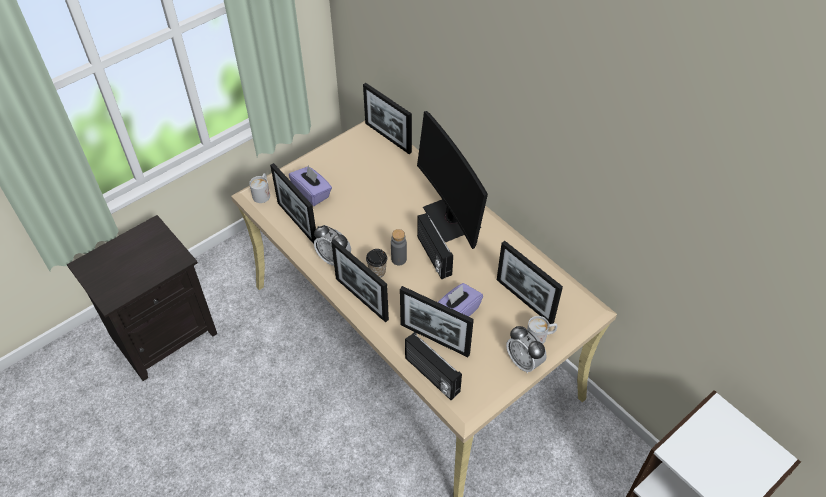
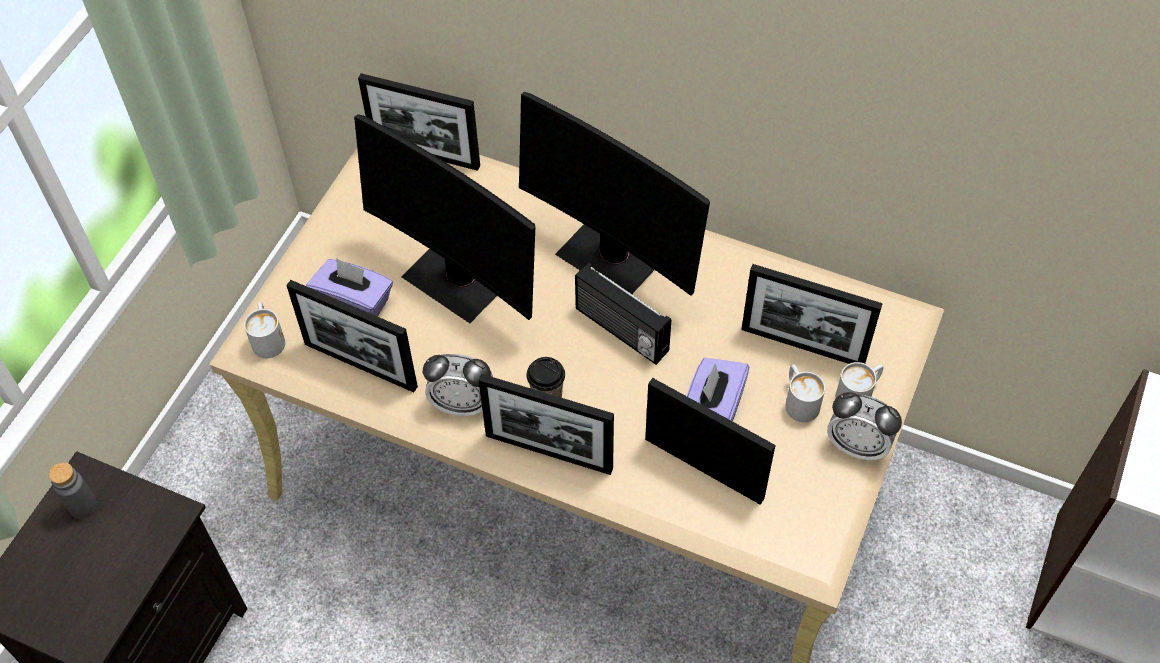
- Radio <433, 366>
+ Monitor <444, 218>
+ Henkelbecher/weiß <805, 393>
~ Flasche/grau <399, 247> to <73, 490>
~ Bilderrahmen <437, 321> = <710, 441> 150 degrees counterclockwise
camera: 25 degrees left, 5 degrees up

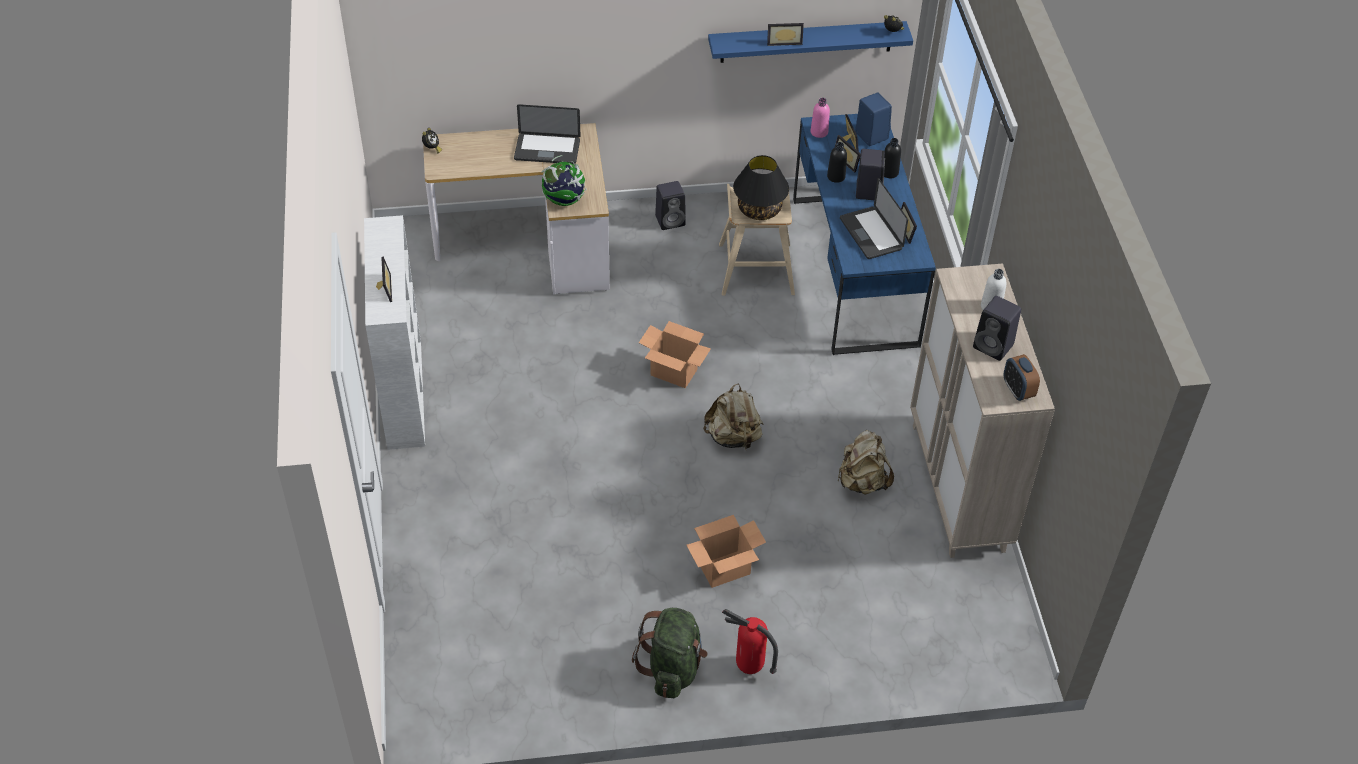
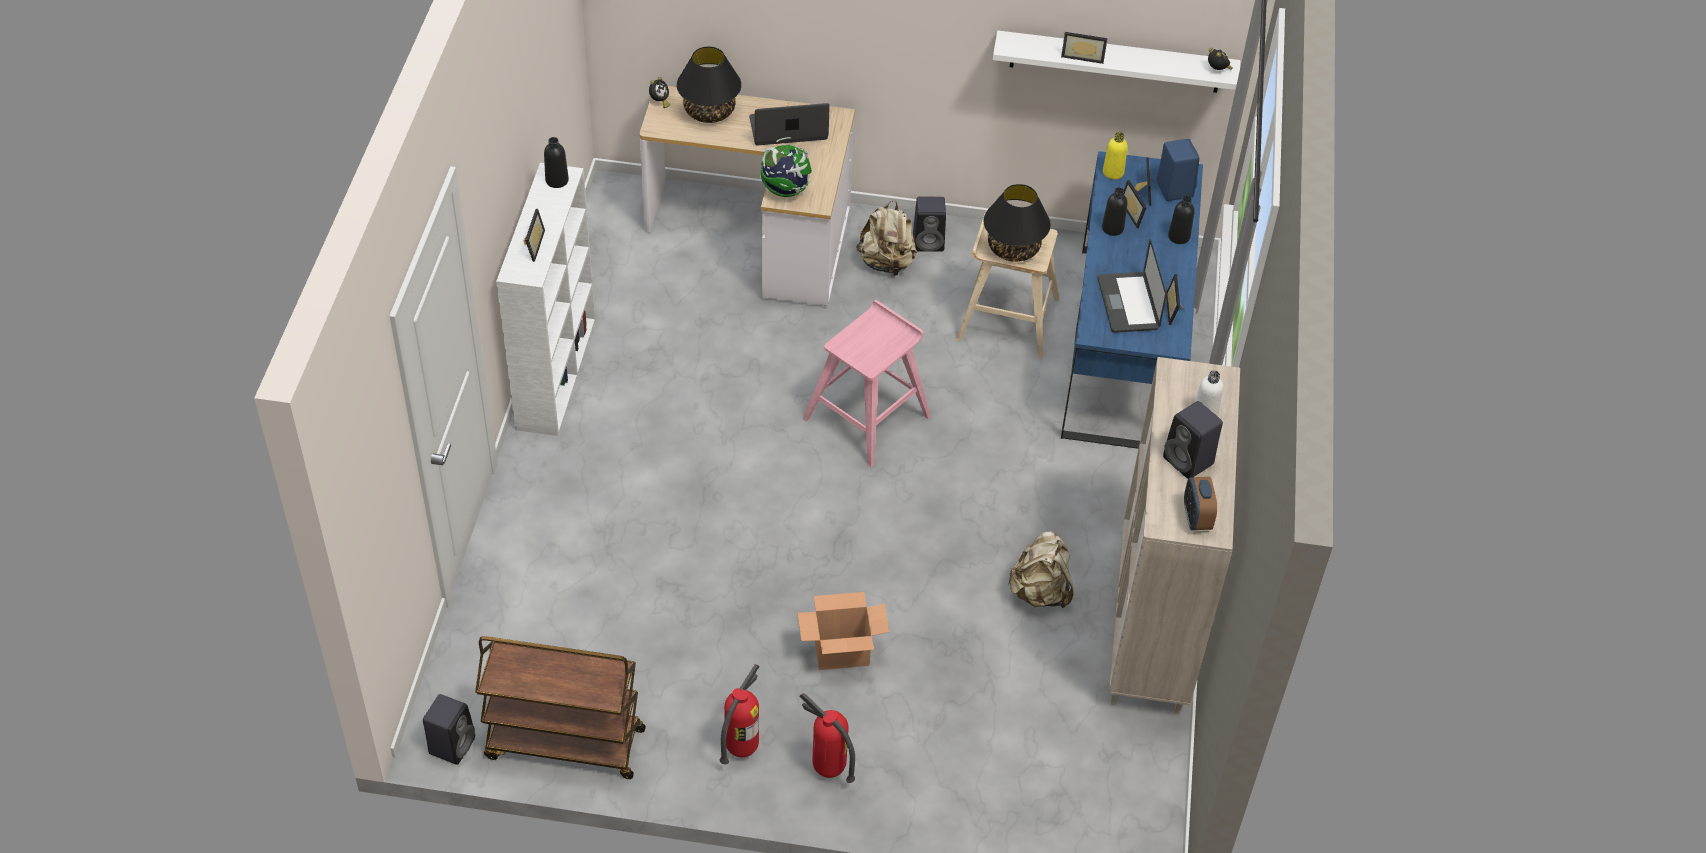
+ Rollwagen/braun <560, 707>
+ Flasche/schwarz <556, 162>
+ Tischlampe/schwarz <709, 85>
~ Rucksack/beige <733, 417> to <886, 238>
~ Lautsprecher/schwarz <870, 174> to <449, 729>
~ Rucksack/grün <670, 653> to Feuerlöscher <740, 714>
~ Karton <675, 354> to Hocker/rosa <867, 383>
~ Wandregal/blau <810, 42> to Wandregal/weiß <1116, 61>
~ Flasche/rosa <820, 118> to Flasche/gelb <1115, 156>
~ Laptop <547, 134> = <789, 124> 150 degrees clockwise
camera: 15 degrees right, 0 degrees up

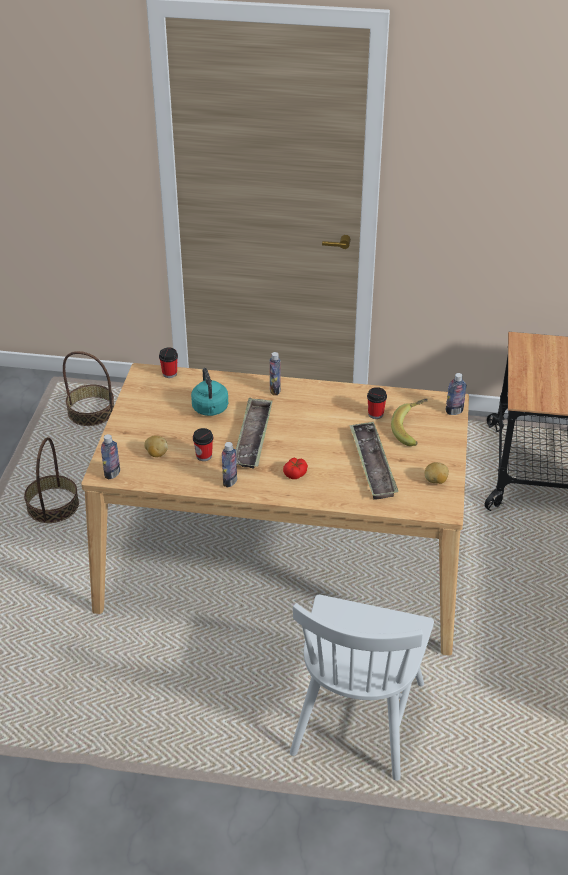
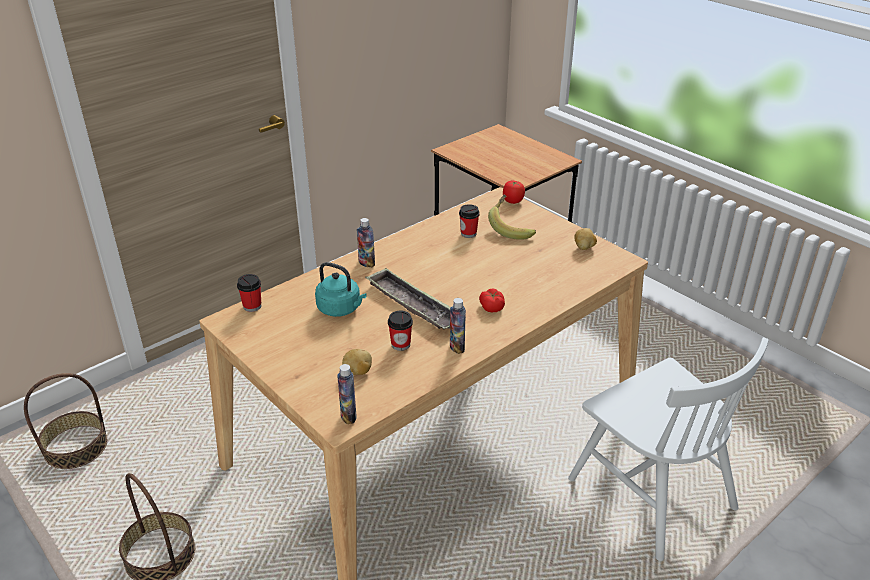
- Tablett <374, 460>
~ Flasche <456, 394> to Tomate <514, 192>
camera: 50 degrees left, 5 degrees down

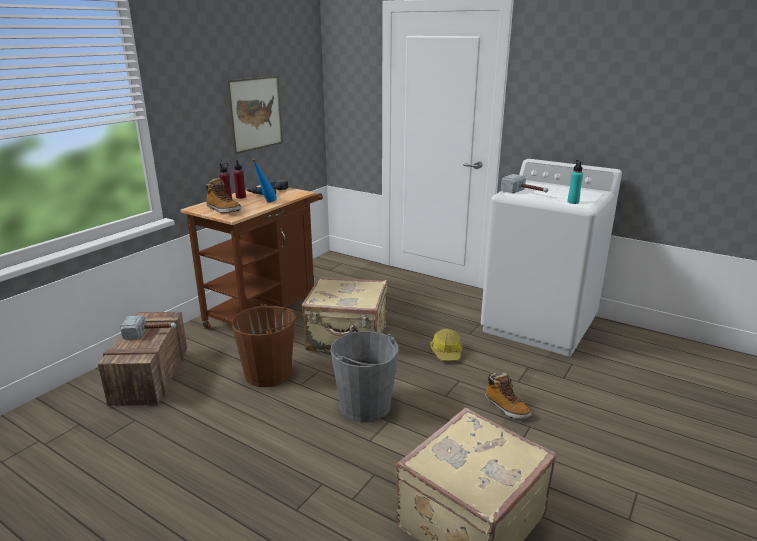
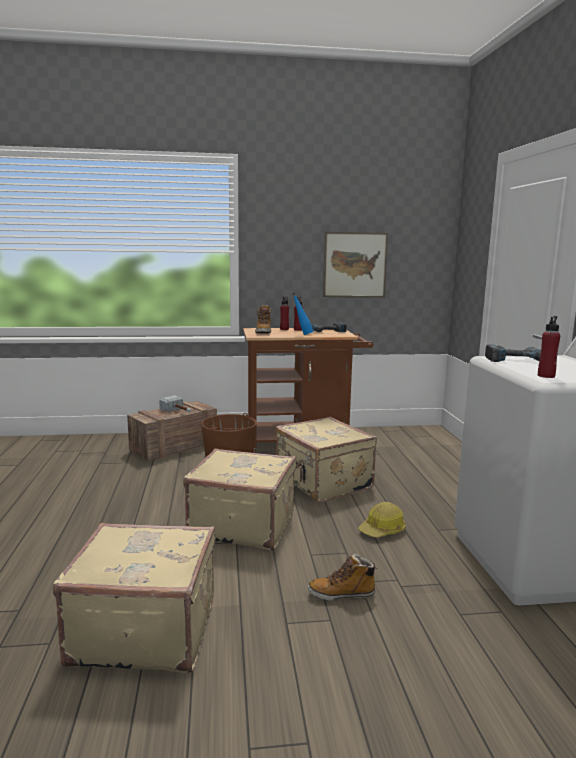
~ Eimer/grau <365, 376> to Koffer/beige <239, 499>
~ Hammer <524, 183> to Bohrmaschine <513, 353>
~ Flasche/türkis <575, 182> to Flasche/rot <549, 347>
~ Stiefel <508, 395> = <342, 577> 75 degrees clockwise
camera: 50 degrees right, 10 degrees down

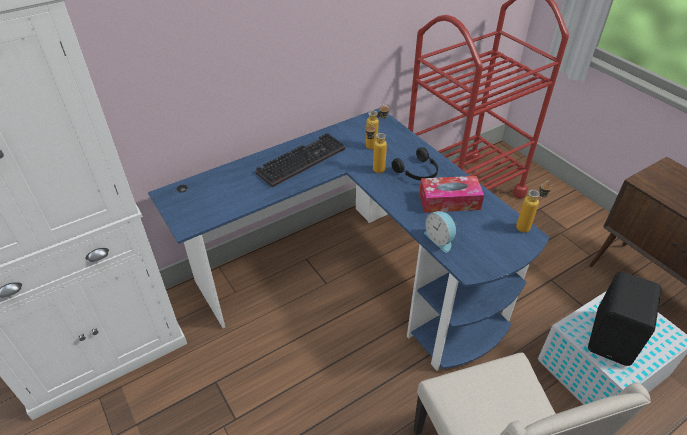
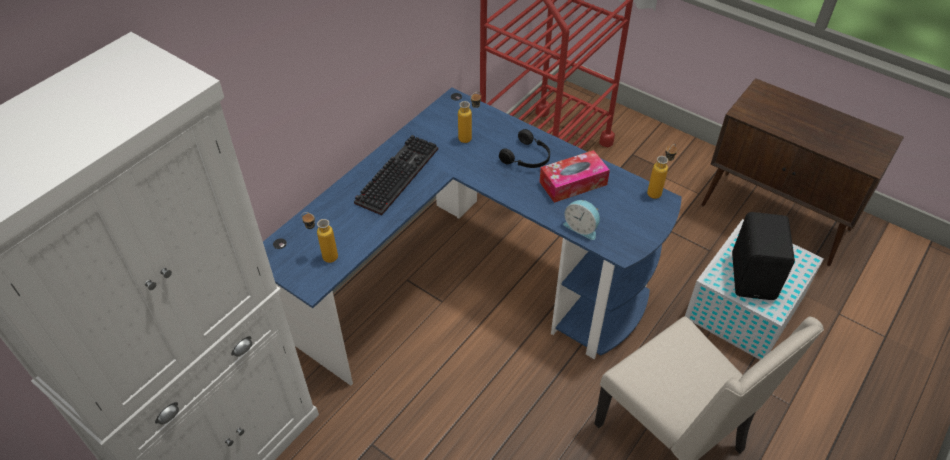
~ Flasche <376, 148> to <320, 237>
camera: 20 degrees left, 5 degrees up

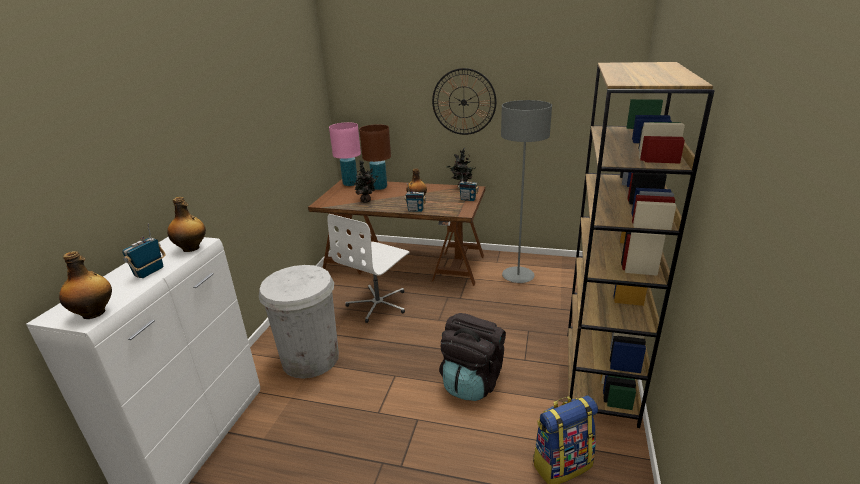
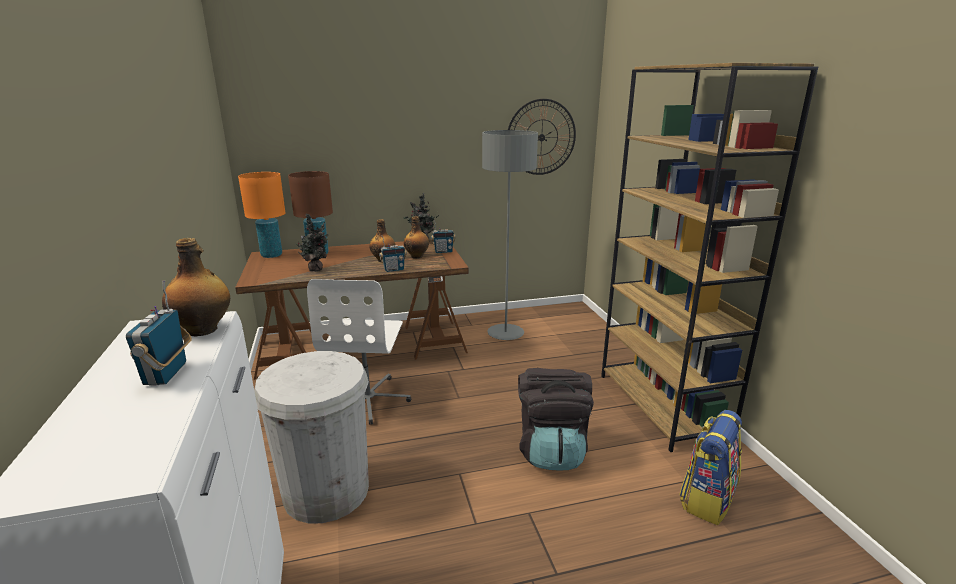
~ Flasche <85, 285> to <416, 237>
~ Wanduhr <464, 101> to <542, 137>
~ Tischlampe/rosa <345, 154> to Tischlampe/orange <261, 215>
camera: 30 degrees left, 5 degrees down

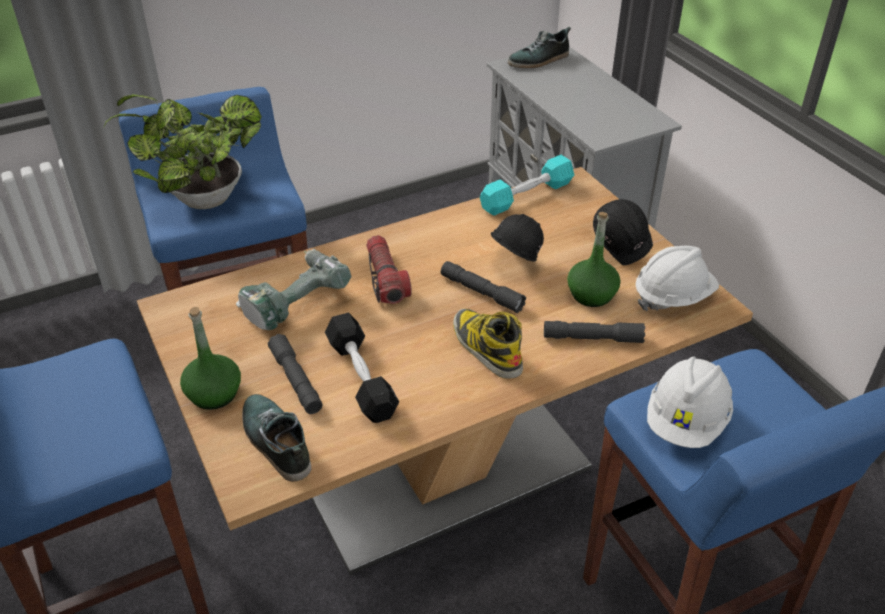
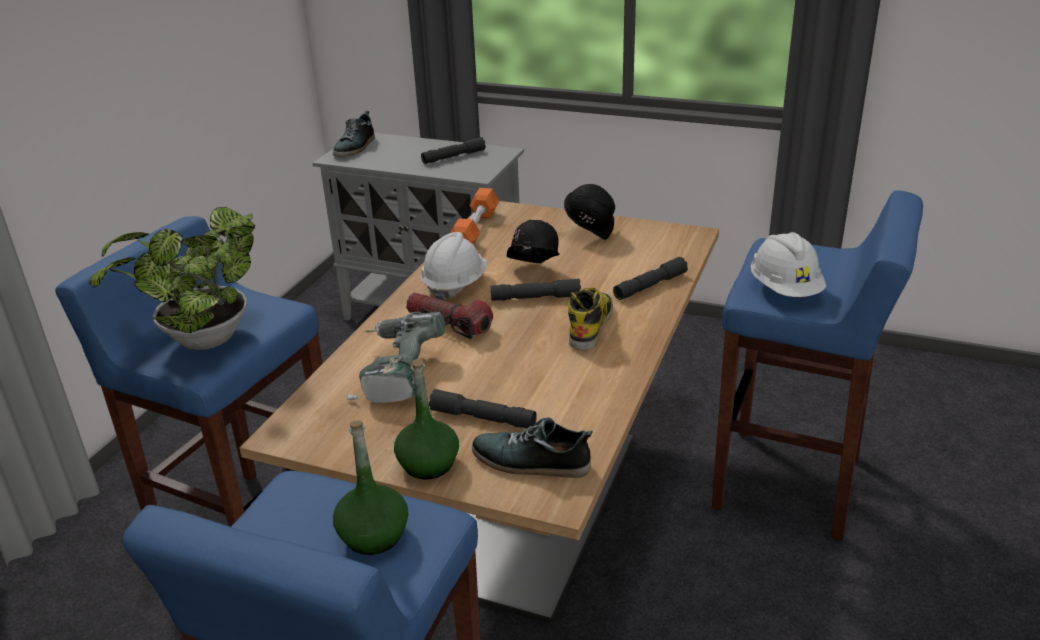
- Hantel/schwarz <362, 368>
+ Taschenlampe/grau <453, 150>
~ Flasche/grün <594, 259> to <370, 487>
~ Schutzhelm/weiß <677, 278> to <454, 266>
~ Hantel/türkis <527, 185> to Hantel/orange <475, 216>
~ Stiefel <488, 344> = <590, 319> 90 degrees clockwise
camera: 40 degrees left, 10 degrees down

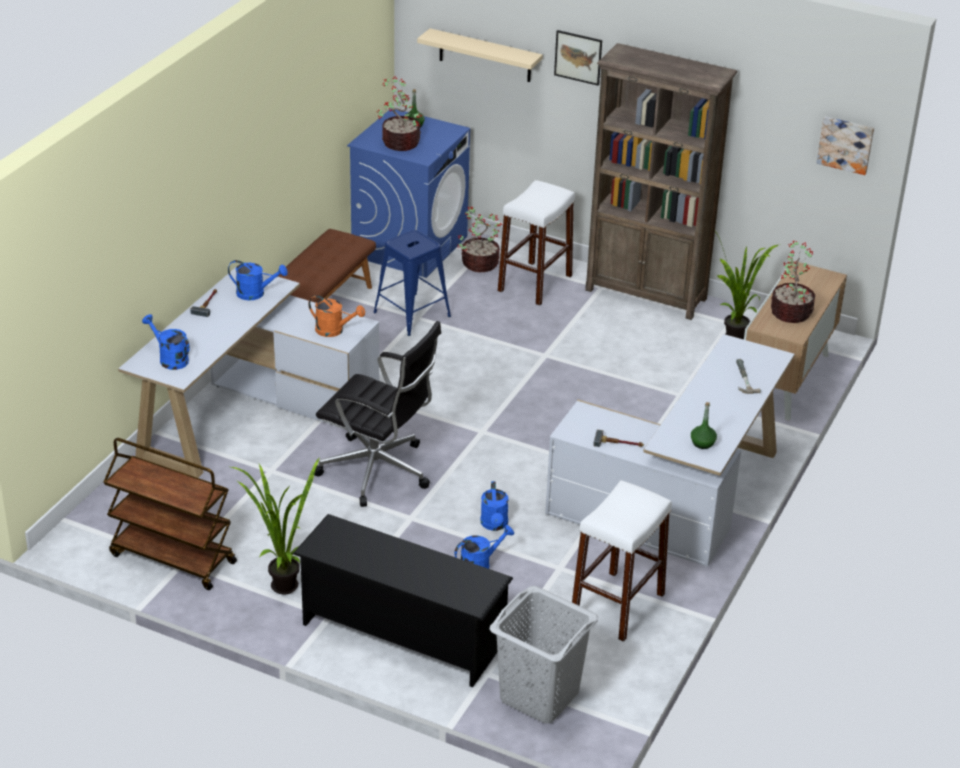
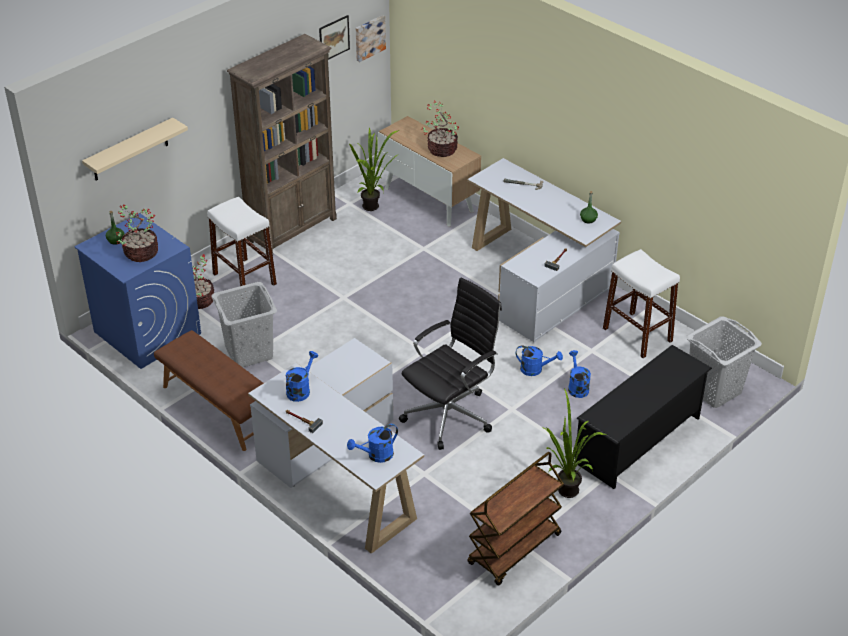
- Gießkanne/orange <336, 316>
~ Bild <578, 58> to <334, 37>
~ Hocker/blau <412, 283> to Wäschekorb/grau <244, 324>
camera: 70 degrees left, 5 degrees up

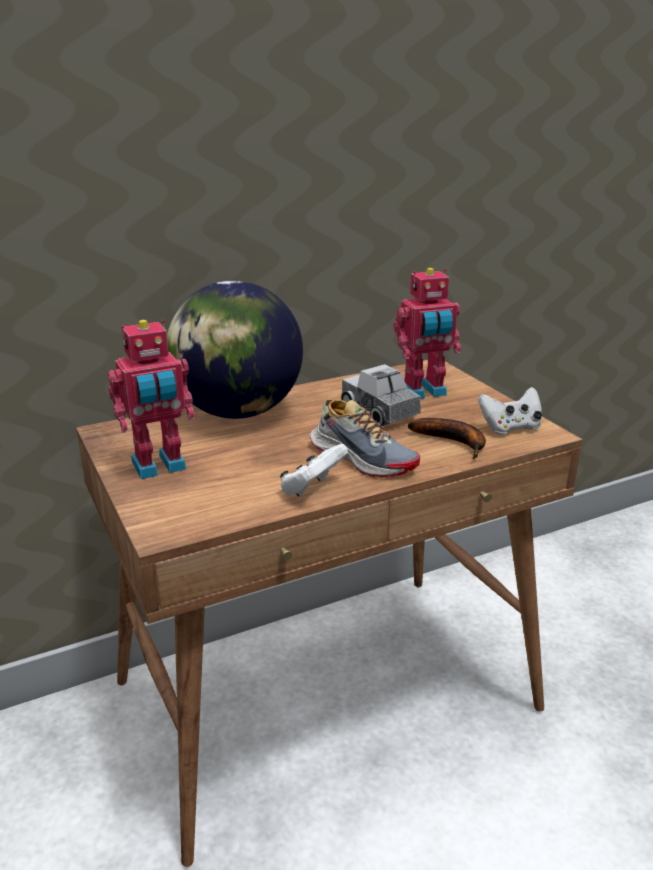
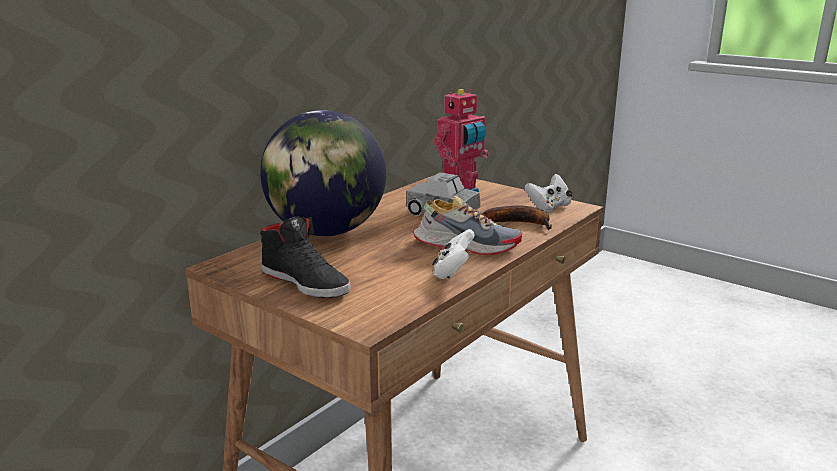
~ Spielzeugroboter <151, 399> to Schuh/schwarz <305, 257>
camera: 25 degrees left, 5 degrees down

